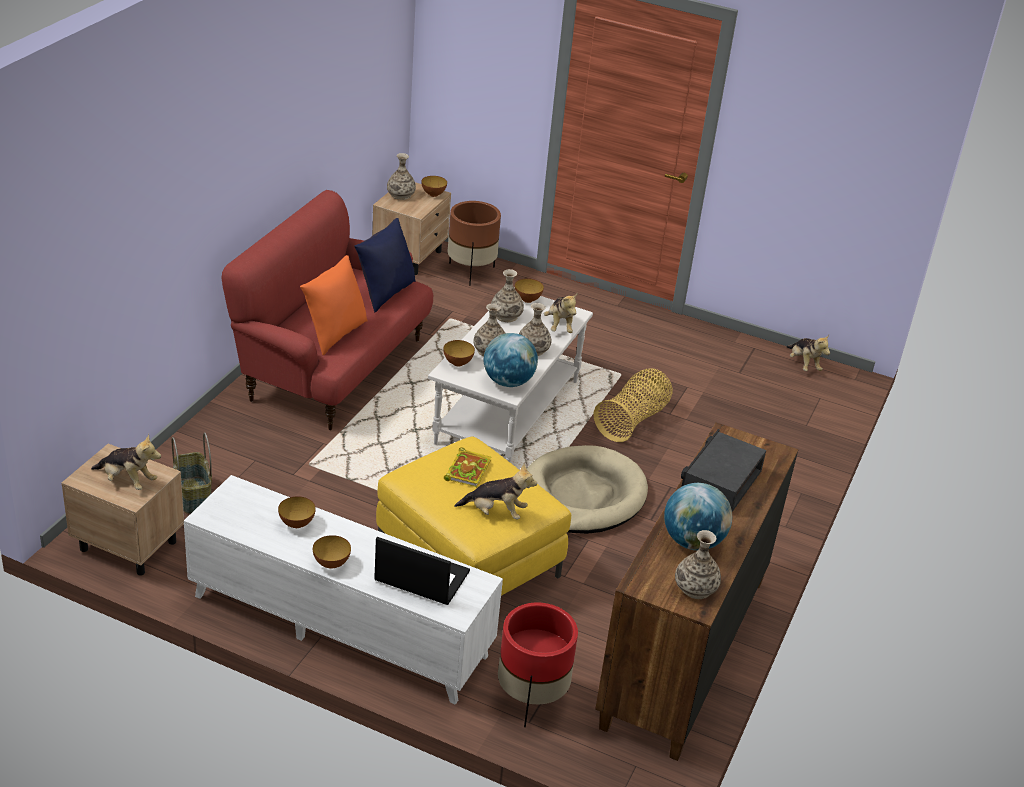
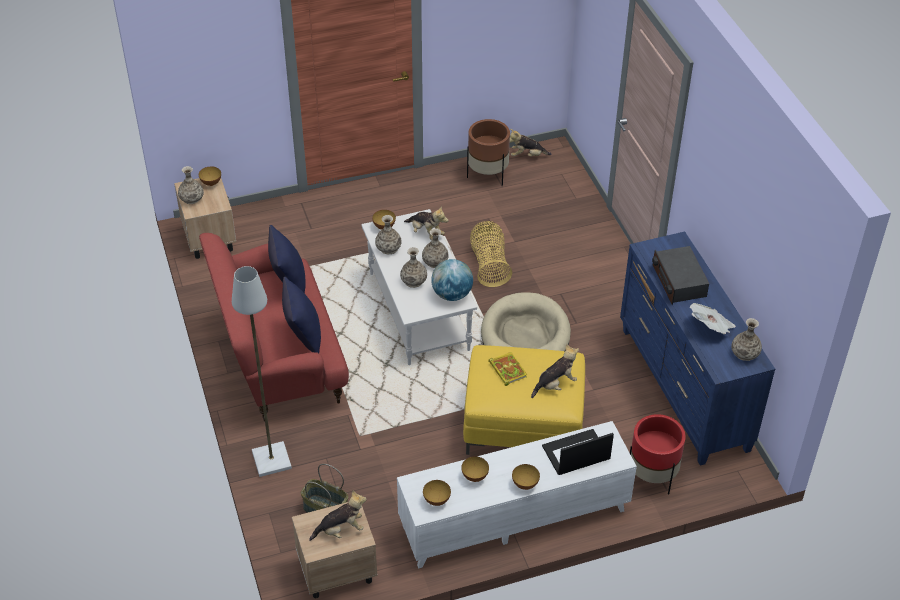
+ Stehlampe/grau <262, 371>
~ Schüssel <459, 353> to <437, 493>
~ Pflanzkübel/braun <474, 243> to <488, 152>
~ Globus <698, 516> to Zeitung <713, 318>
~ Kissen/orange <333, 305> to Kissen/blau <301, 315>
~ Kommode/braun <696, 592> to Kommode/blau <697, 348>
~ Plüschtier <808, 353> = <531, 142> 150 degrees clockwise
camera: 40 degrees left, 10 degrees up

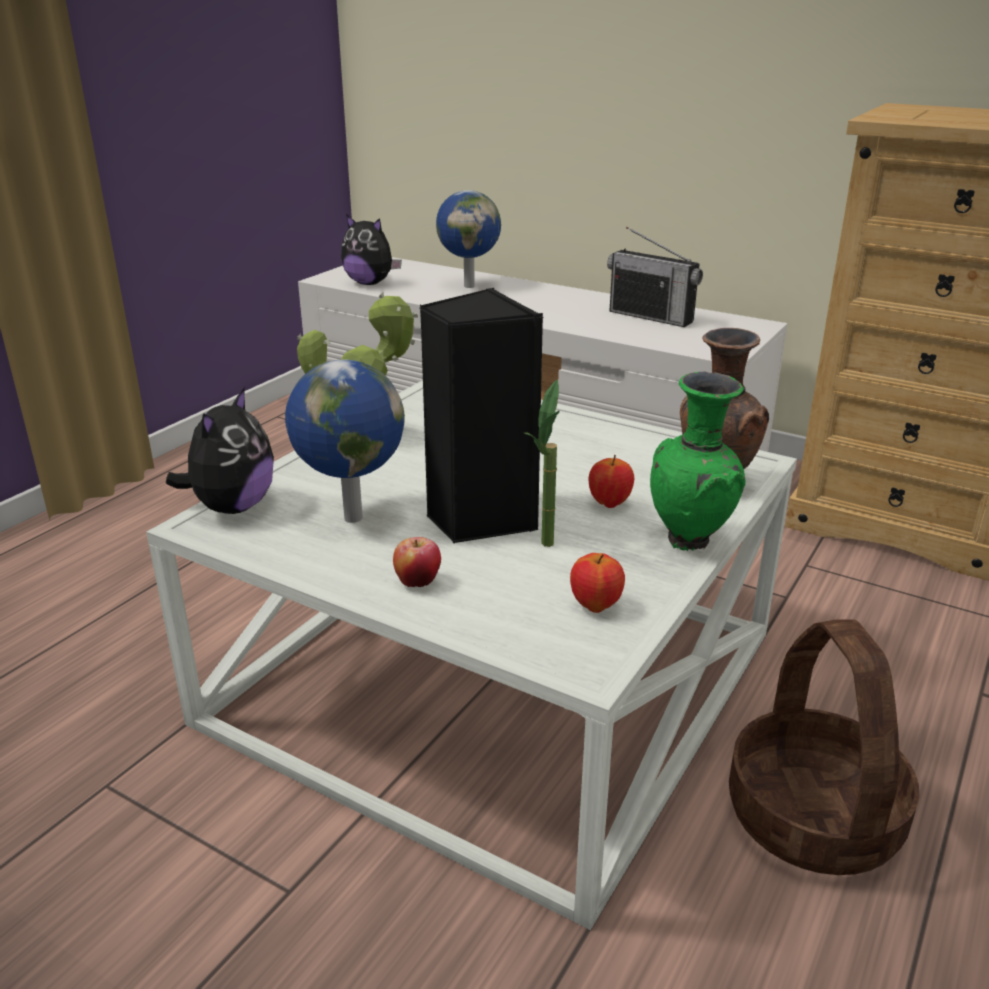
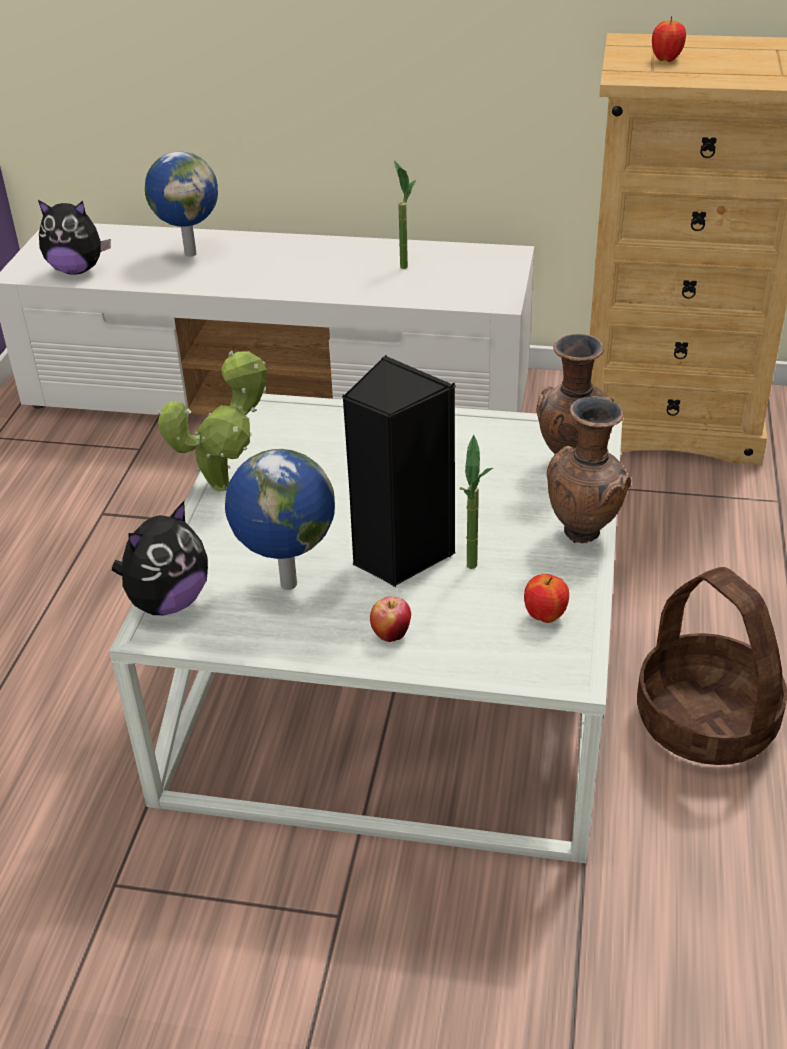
~ Apfel <611, 481> to <669, 39>
~ Radio <655, 277> to Topfpflanze <405, 214>
~ Vase/grün <698, 461> to Vase/braun <589, 469>
~ Plüschtier <220, 450> = <160, 558> 45 degrees clockwise
camera: 20 degrees left, 10 degrees up

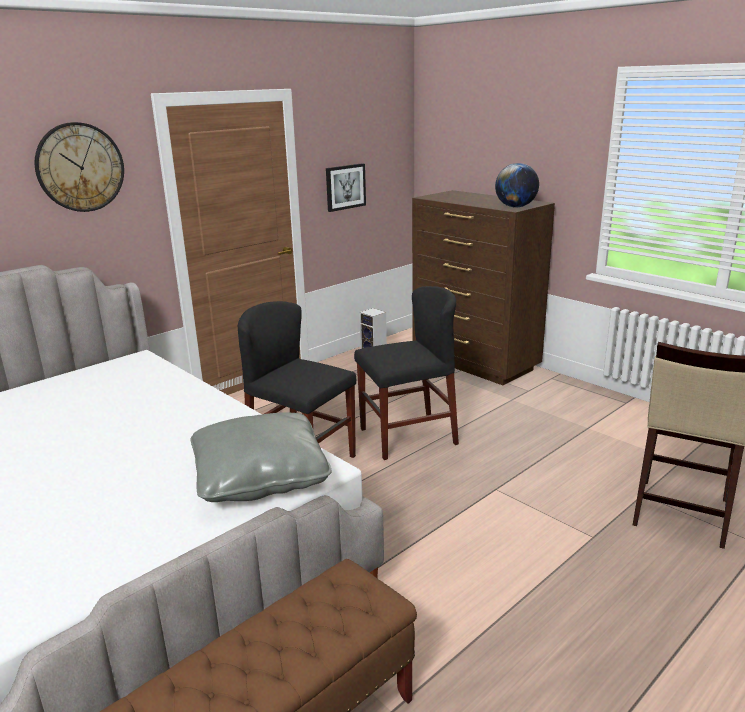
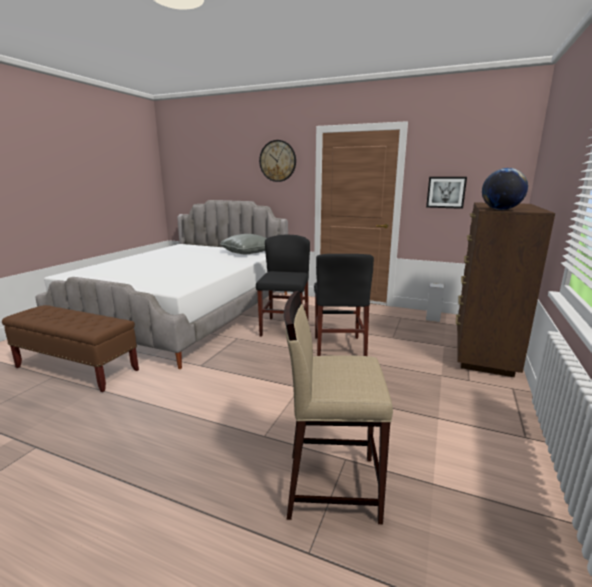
~ Kissen/grau <261, 457> to <243, 244>
~ Stuhl/schwarz <406, 373> = <344, 305> 45 degrees clockwise
camera: 65 degrees right, 5 degrees down

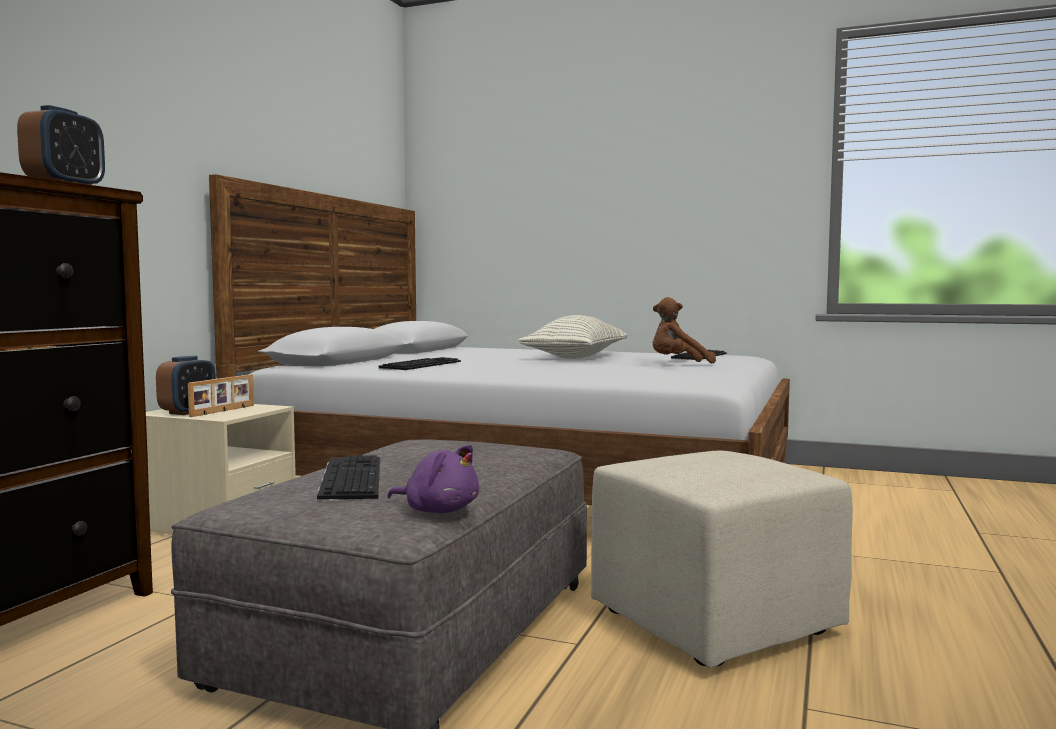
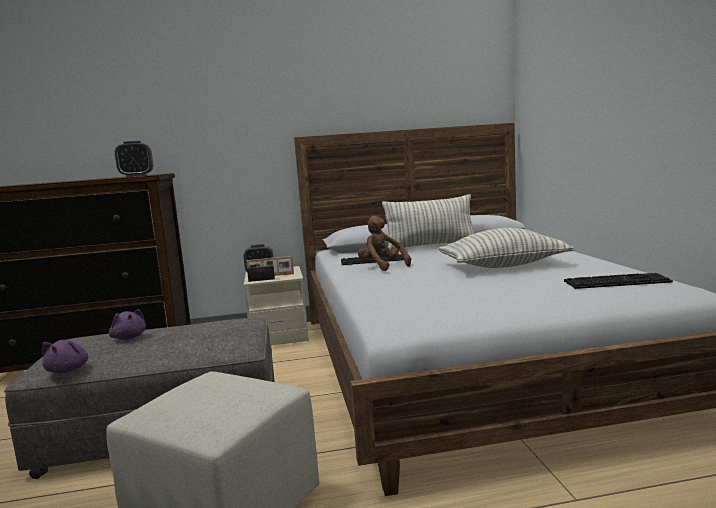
+ Radio <261, 269>
+ Kissen <428, 222>
~ Plüschtier/braun <684, 330> to <384, 243>
~ Tastatur <348, 478> to Plüschtier/lila <127, 324>
camera: 60 degrees right, 5 degrees up

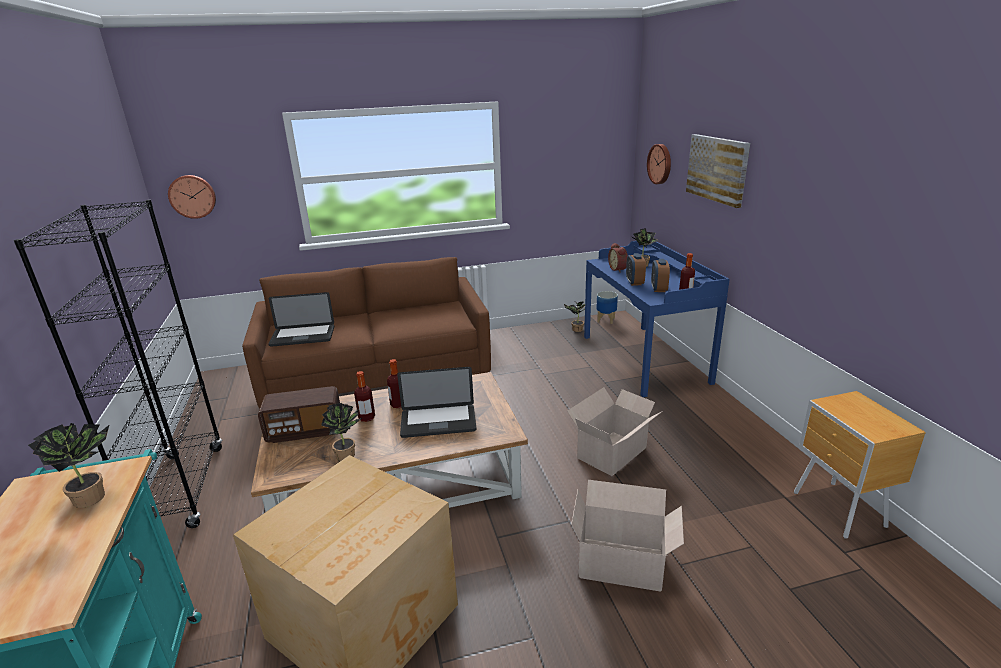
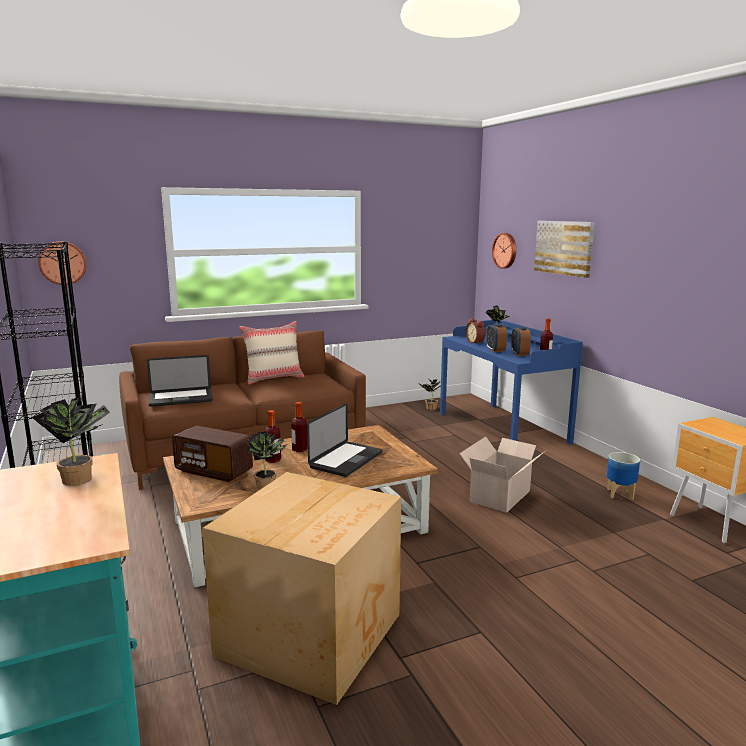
- Karton <627, 536>
+ Kissen/beige <272, 353>
~ Pflanzkübel <607, 307> to <623, 476>
~ Radio <299, 414> = <212, 454> 45 degrees clockwise
~ Laptop <436, 402> = <344, 440> 45 degrees counterclockwise
camera: 10 degrees left, 10 degrees down

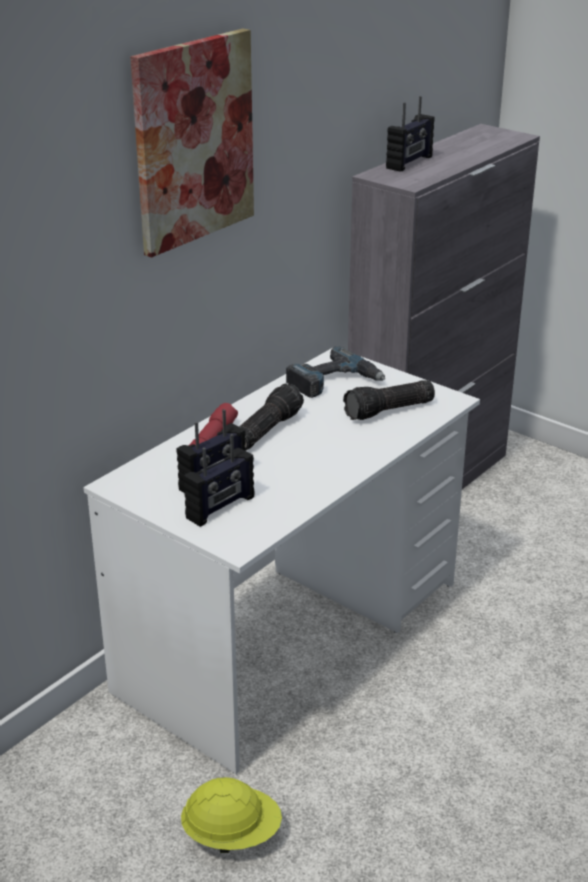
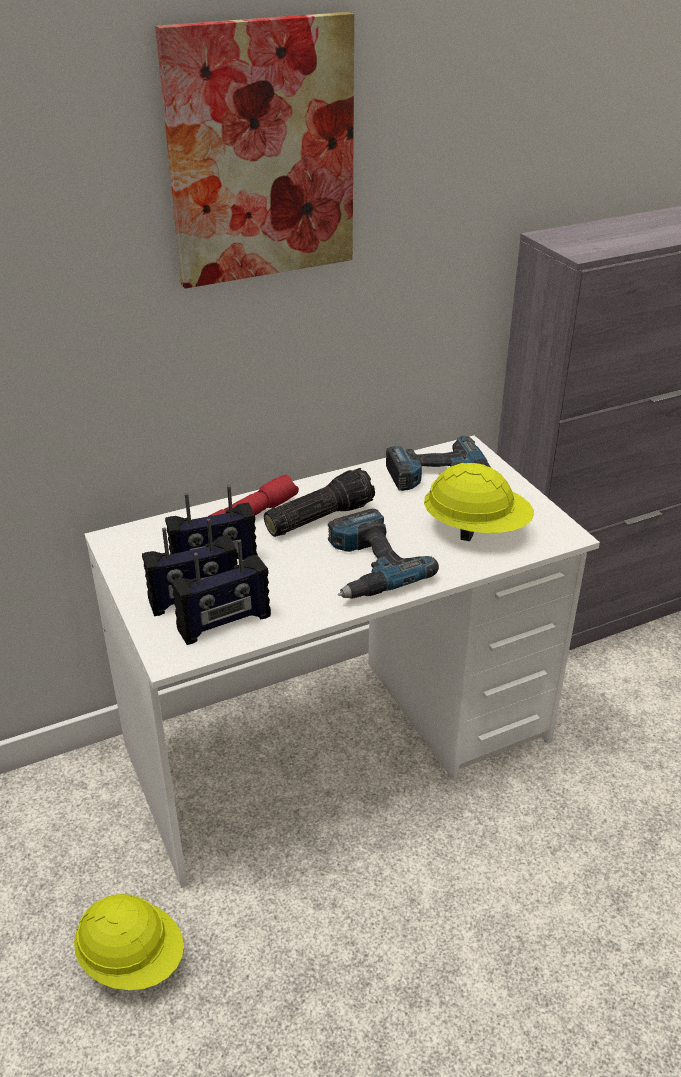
+ Bohrmaschine <383, 554>
~ Radio <410, 134> to <221, 592>
~ Taschenlampe <389, 400> to Schutzhelm/gelb <479, 502>
camera: 25 degrees right, 5 degrees up

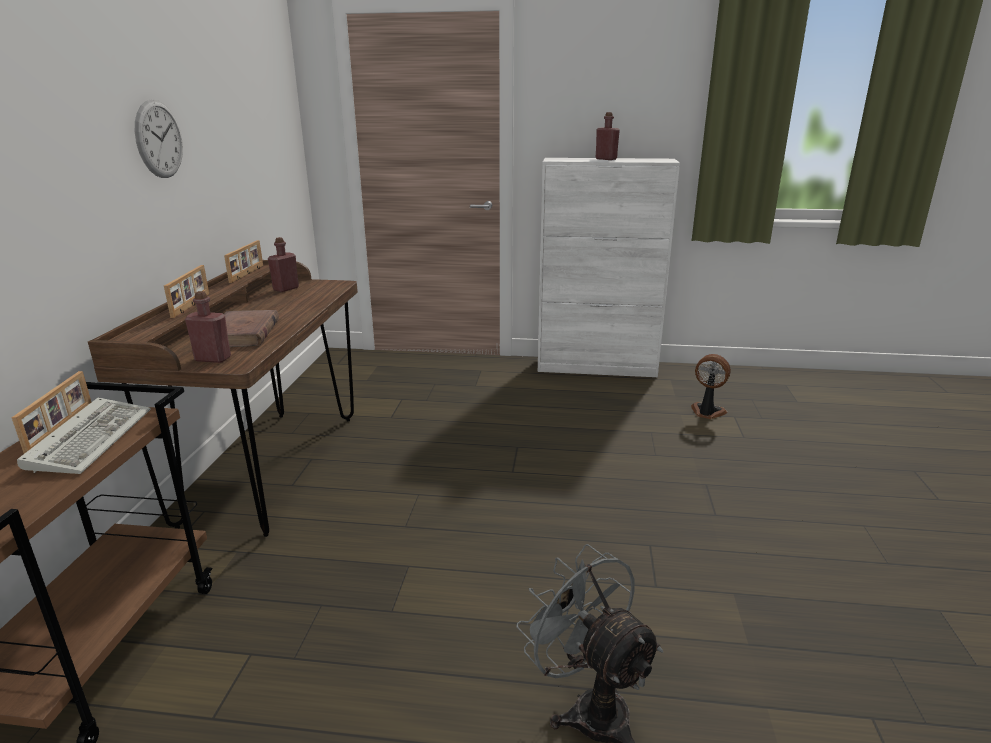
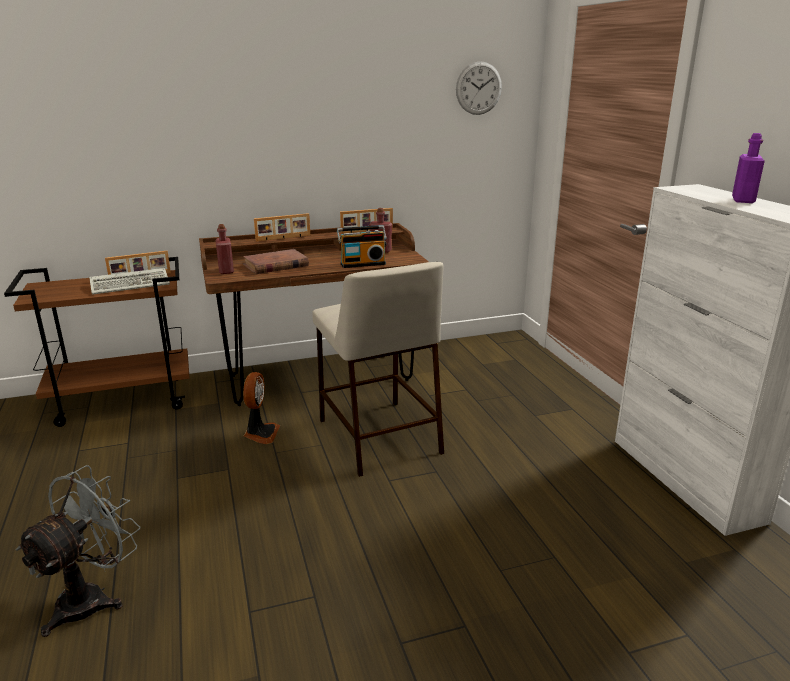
+ Hocker/beige <378, 369>
+ Radio <362, 246>
~ Wanduhr <159, 138> to <479, 88>
~ Ventilator <711, 386> to <261, 408>
~ Flasche/rot <607, 136> to Flasche/lila <748, 168>
camera: 65 degrees right, 0 degrees up

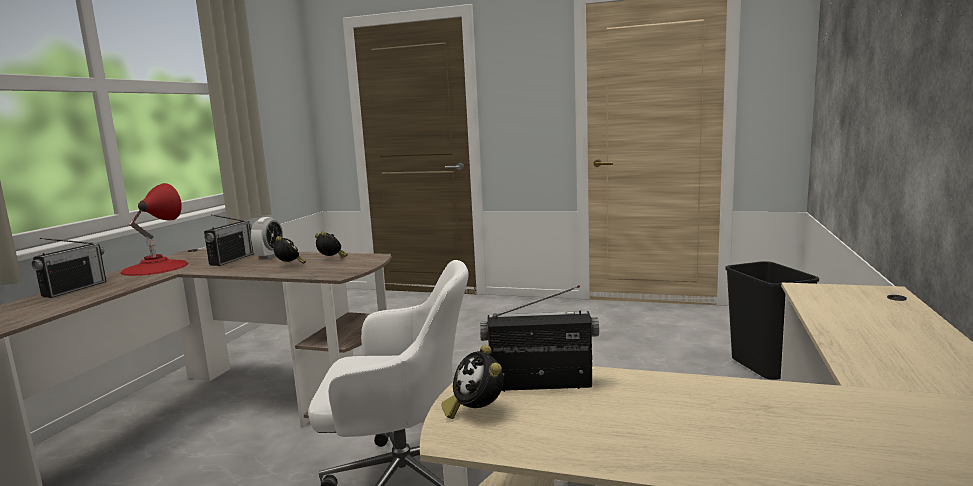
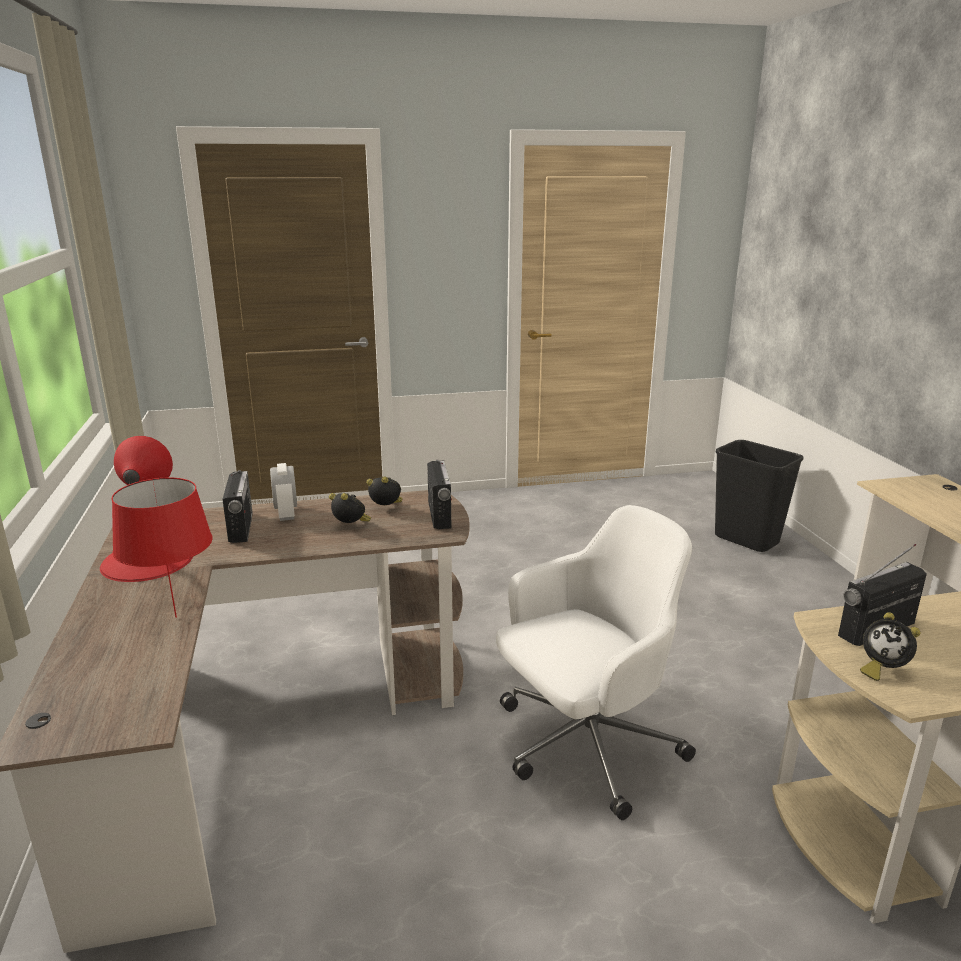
+ Tischlampe/rot <162, 548>
~ Radio <69, 268> to <439, 494>
camera: 30 degrees left, 10 degrees up

